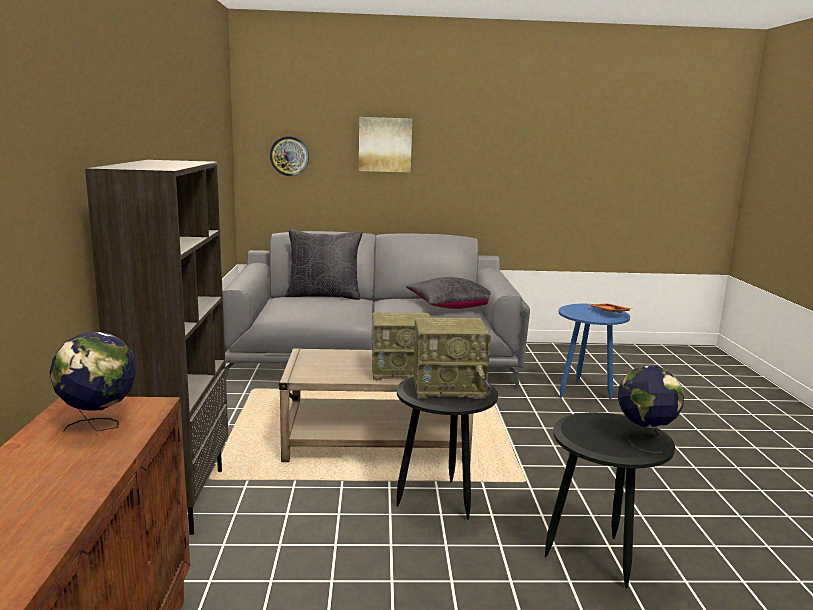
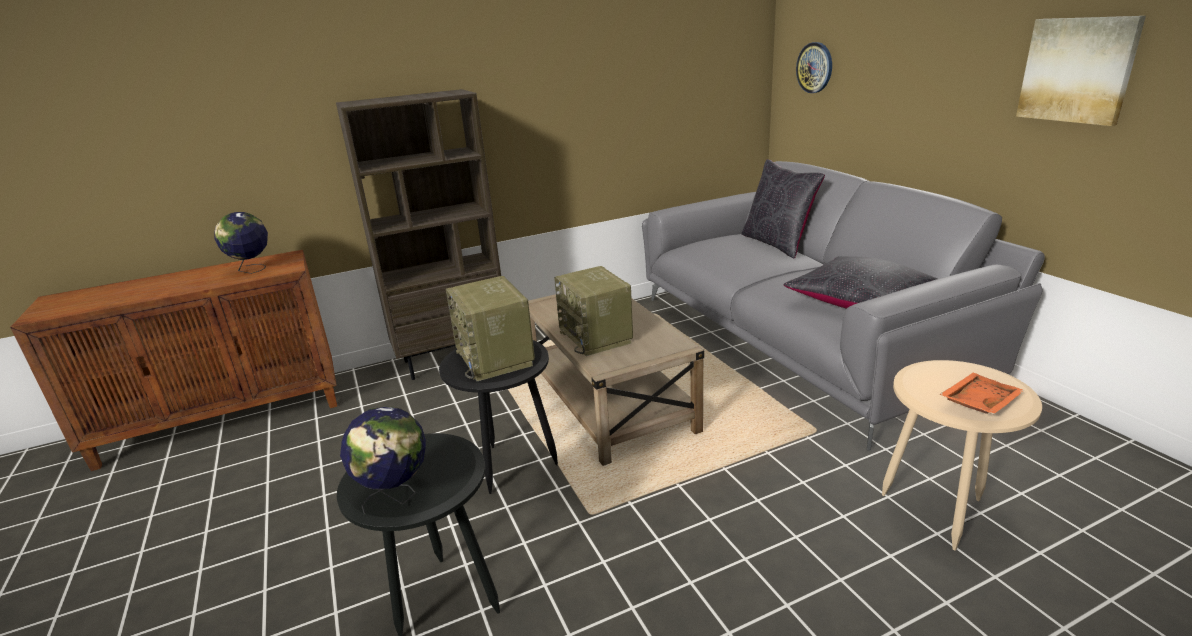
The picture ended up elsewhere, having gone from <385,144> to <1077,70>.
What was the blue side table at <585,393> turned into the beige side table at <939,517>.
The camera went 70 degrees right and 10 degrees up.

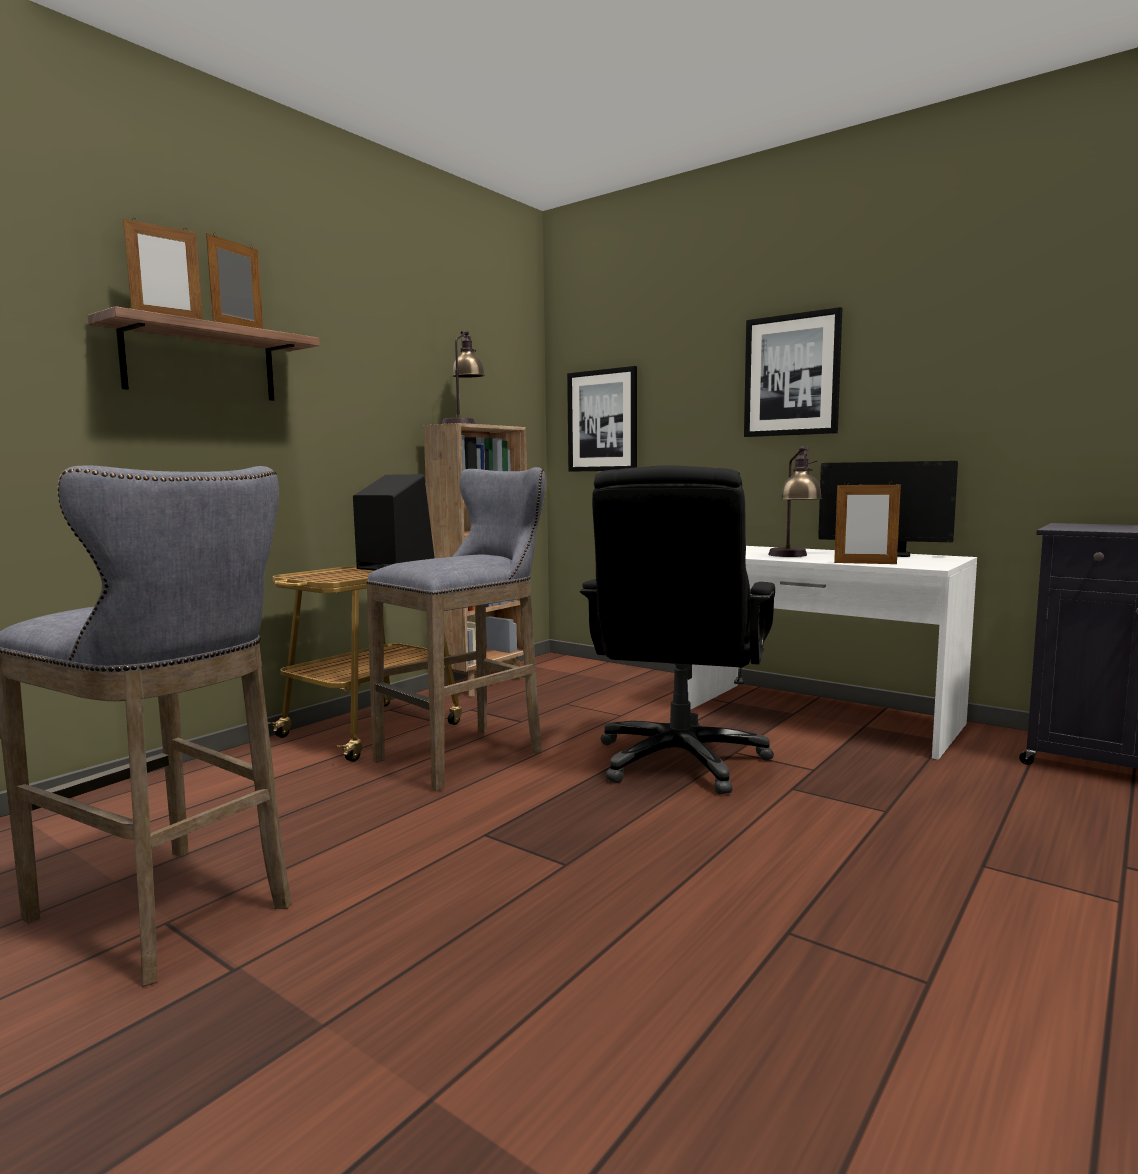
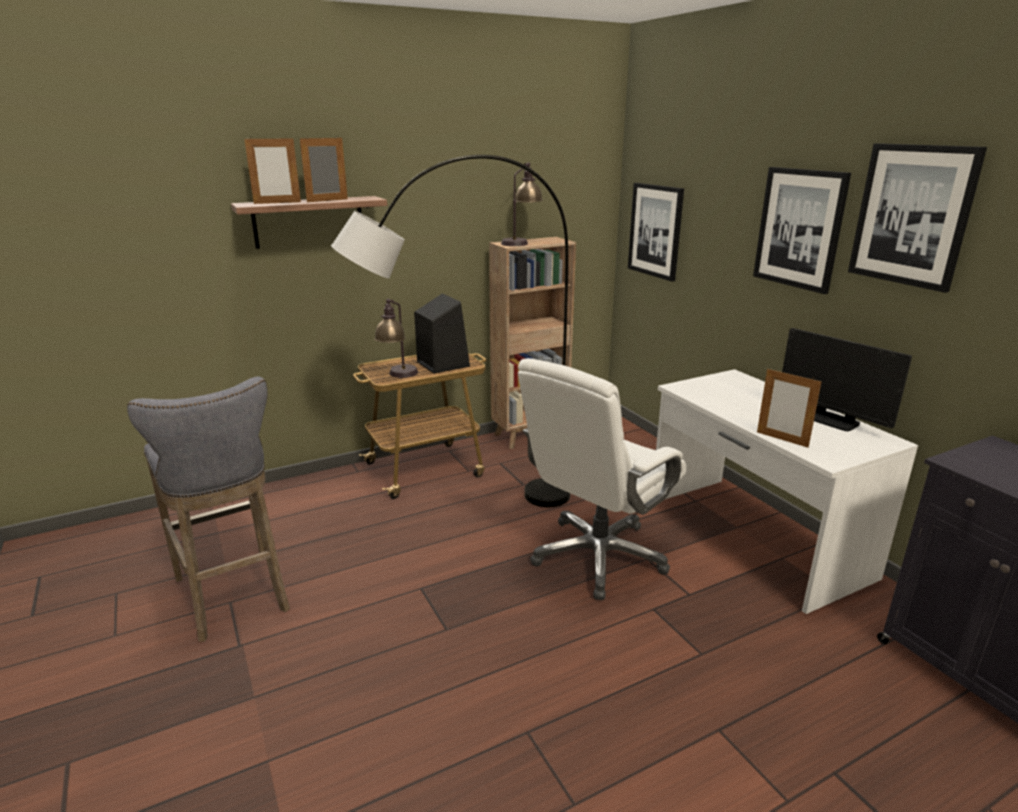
Where the grey stool stood at <467,755>, the grey floor lamp came to stand at <463,511>.
What was the black office chair at <680,761> turned into the white office chair at <598,556>.
The table lamp ended up elsewhere, having gone from <793,556> to <398,376>.
The second view gained the picture at <912,215>.
The camera went 25 degrees right and 15 degrees up.

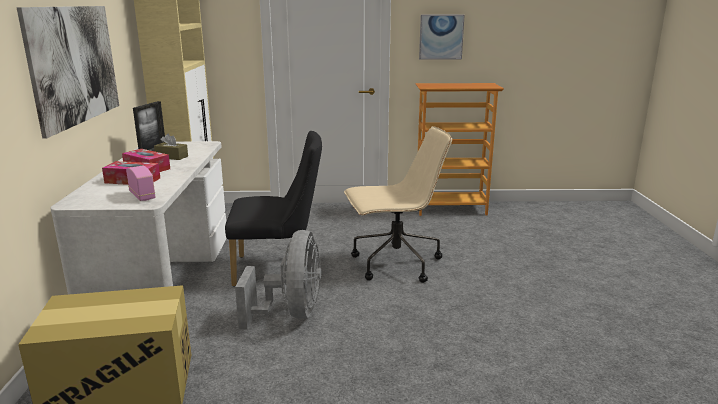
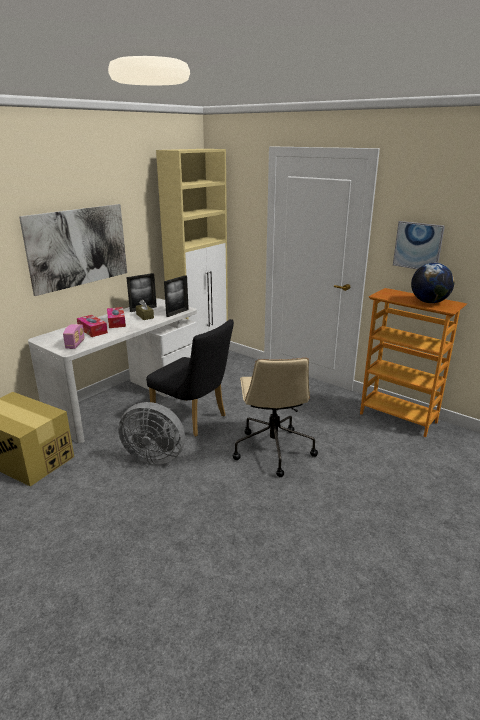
The grey fan at <291,313> ended up facing another way, 60 degrees clockwise from before.
The beige office chair at <394,264> ended up facing another way, 60 degrees clockwise from before.
The second view gained the picture frame at <177,313>.
The second view gained the globe at <429,302>.
The camera went 40 degrees right and 5 degrees up.

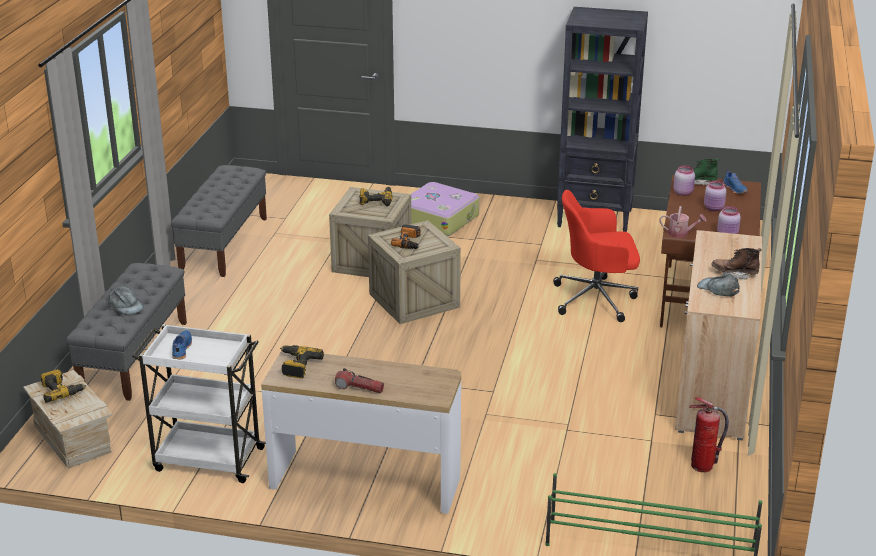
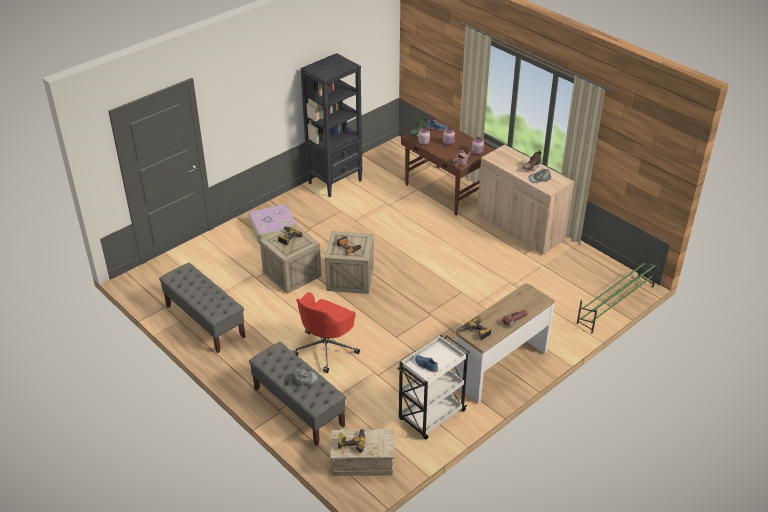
The red office chair ended up elsewhere, having gone from <596,299> to <326,348>.
The second view lost the fire extinguisher at <702,466>.
The camera went 55 degrees left and 10 degrees up.

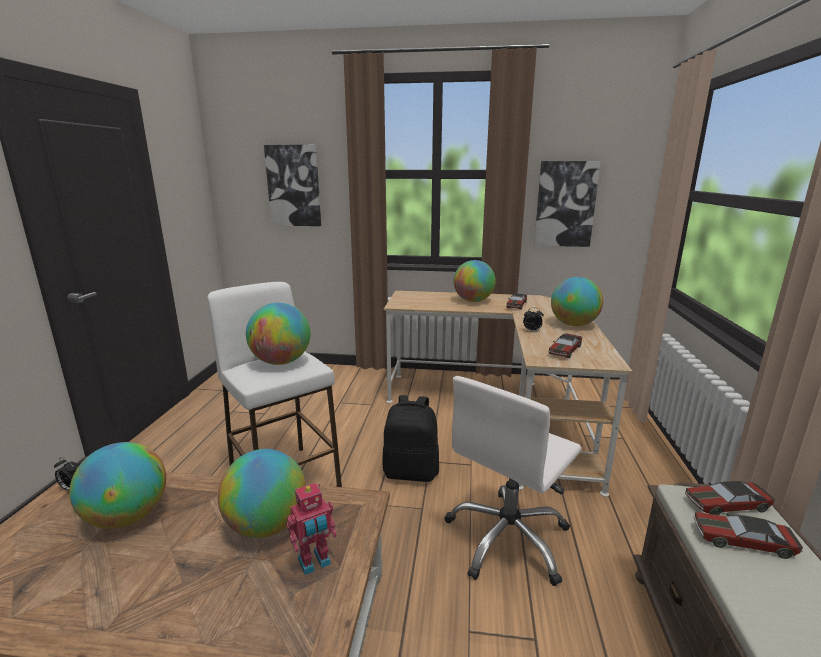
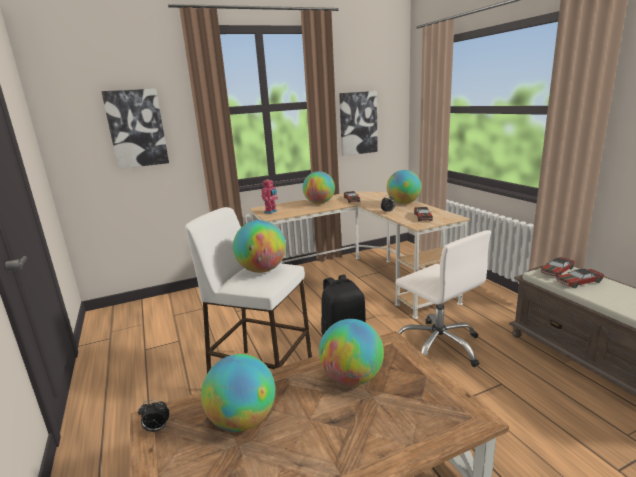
The toy robot ended up elsewhere, having gone from <315,562> to <271,212>.
The white office chair at <508,538> ended up facing another way, 45 degrees counterclockwise from before.
The camera went 30 degrees left and 0 degrees up.

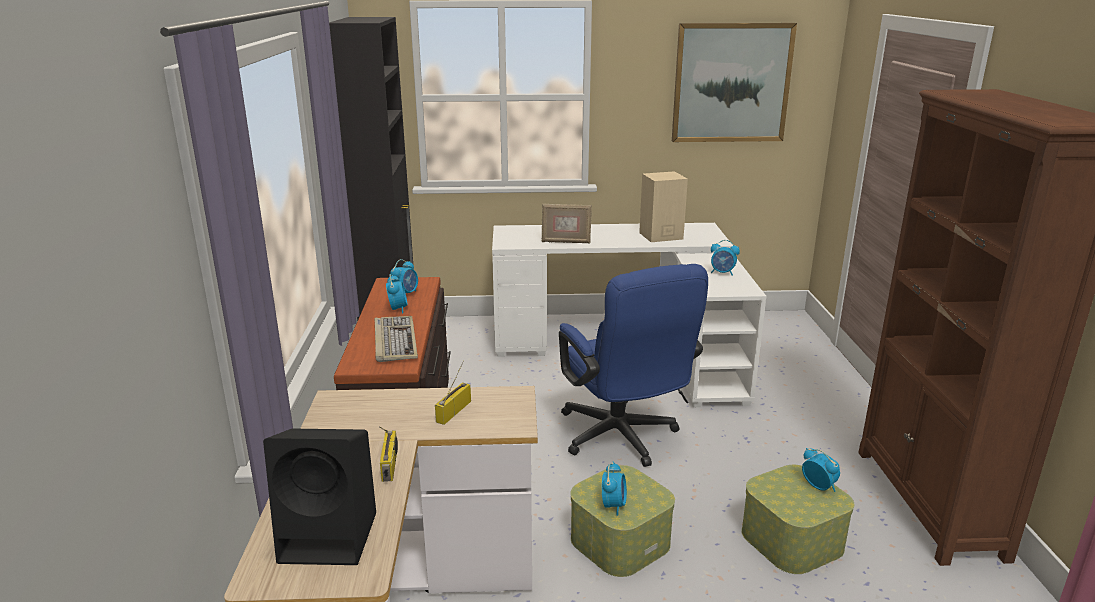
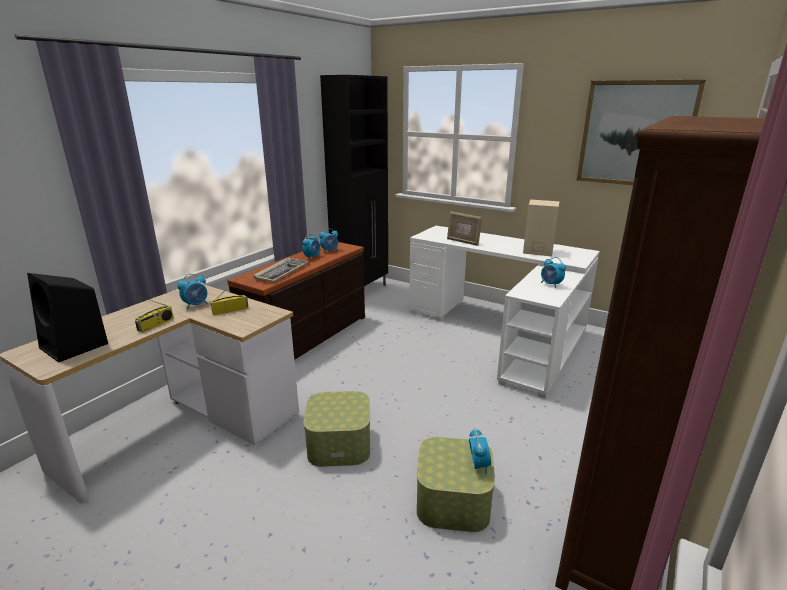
The second view lost the blue office chair at <622,439>.
The alarm clock ended up elsewhere, having gone from <613,505> to <196,305>.
The camera went 35 degrees right and 0 degrees up.

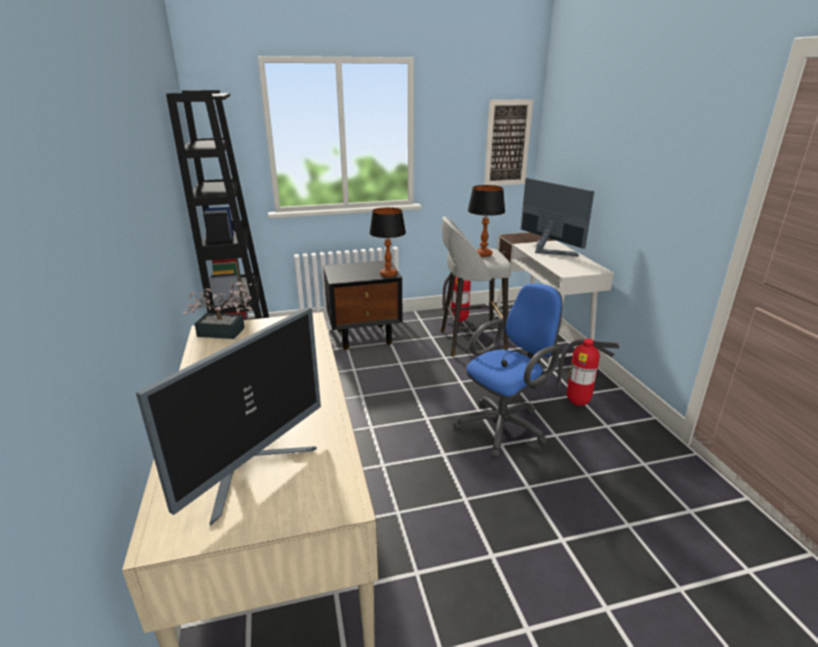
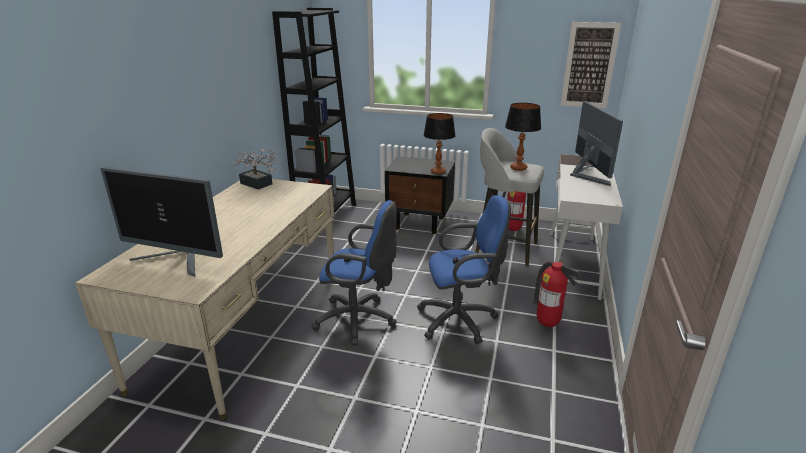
The monitor at <254,470> ended up facing another way, 45 degrees clockwise from before.
The second view gained the blue office chair at <359,320>.
The camera went 30 degrees right and 0 degrees up.

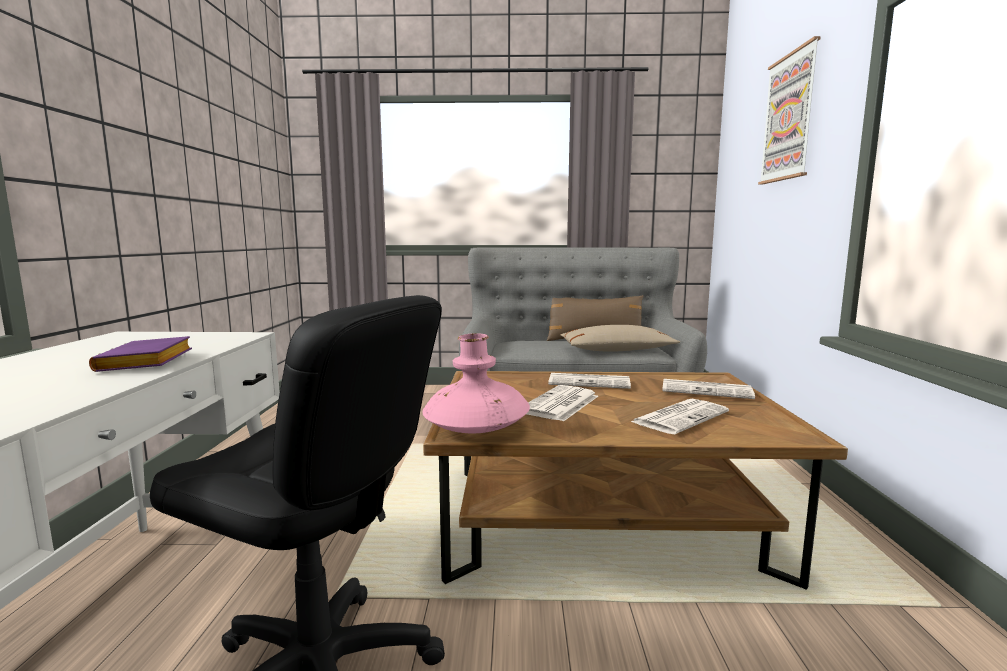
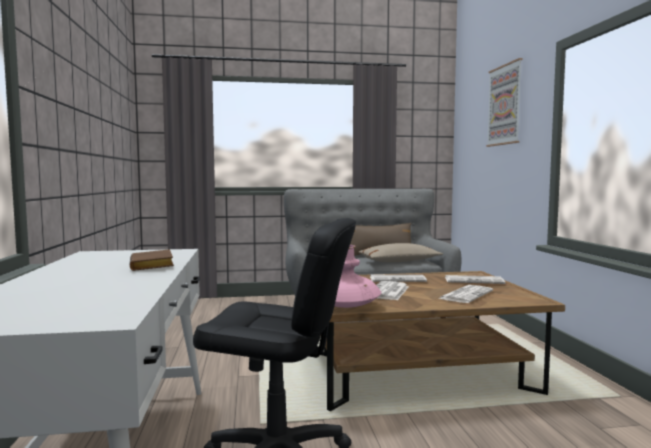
What was the purple book at <147,363> turned into the brown book at <153,266>.
The camera went 10 degrees left and 5 degrees down.

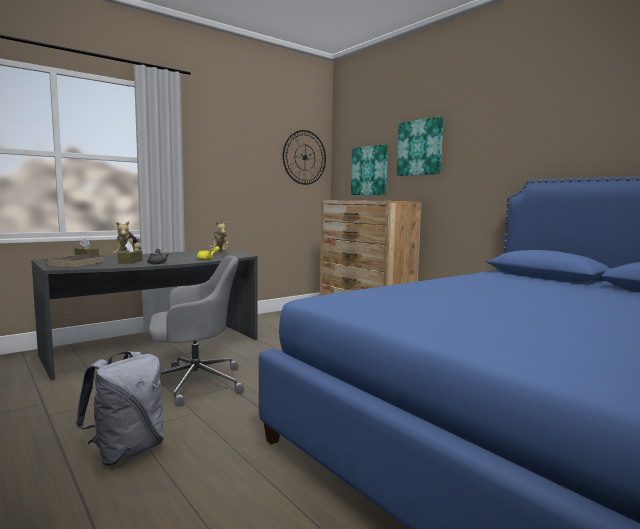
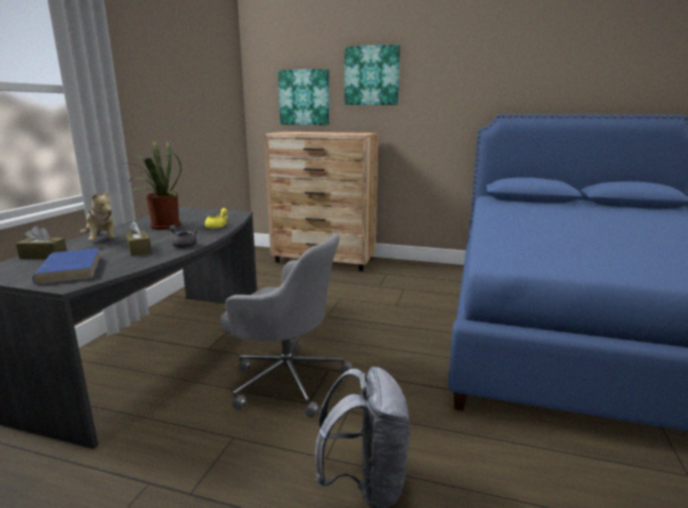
What was the brown book at <76,264> turned into the blue book at <70,270>.
The grey office chair at <194,383> ended up facing another way, 75 degrees clockwise from before.
The second view lost the plush toy at <220,254>.
The second view lost the wall clock at <304,157>.
The second view gained the potted plant at <162,226>.
The camera went 35 degrees left and 10 degrees up.

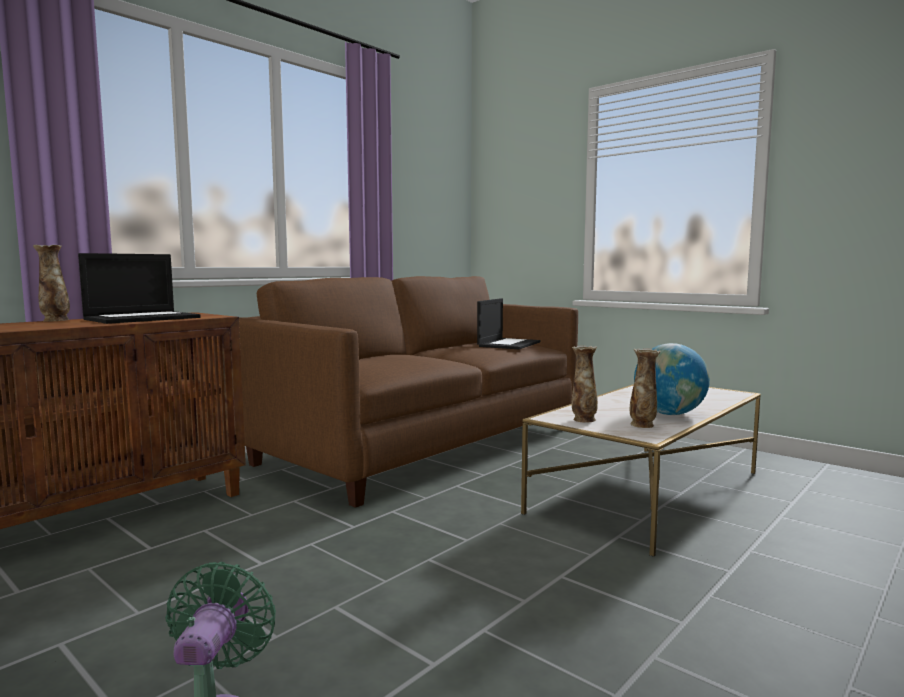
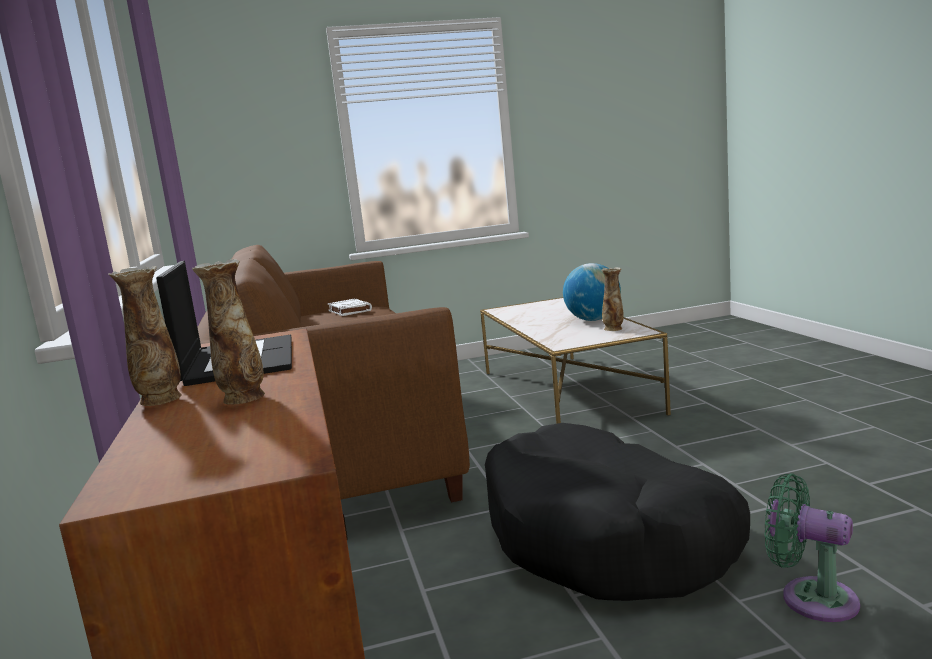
Where the laptop stood at <508,344>, the white book came to stand at <349,311>.
The vase ended up elsewhere, having gone from <583,420> to <242,398>.
The second view gained the black dog bed at <607,538>.
The camera went 55 degrees left and 5 degrees up.

